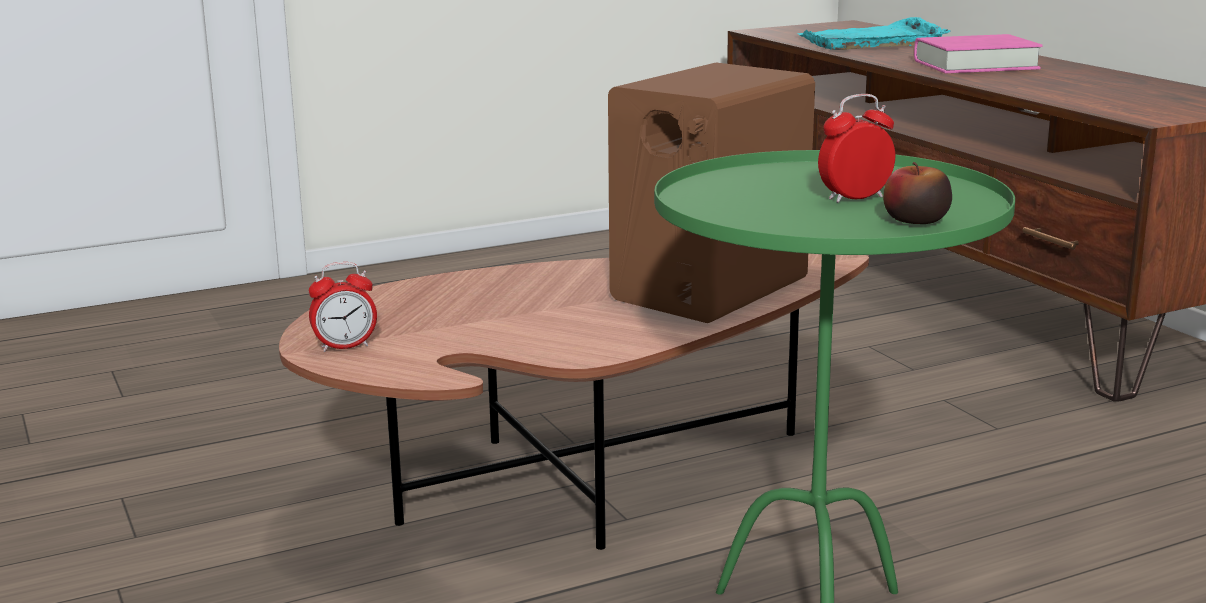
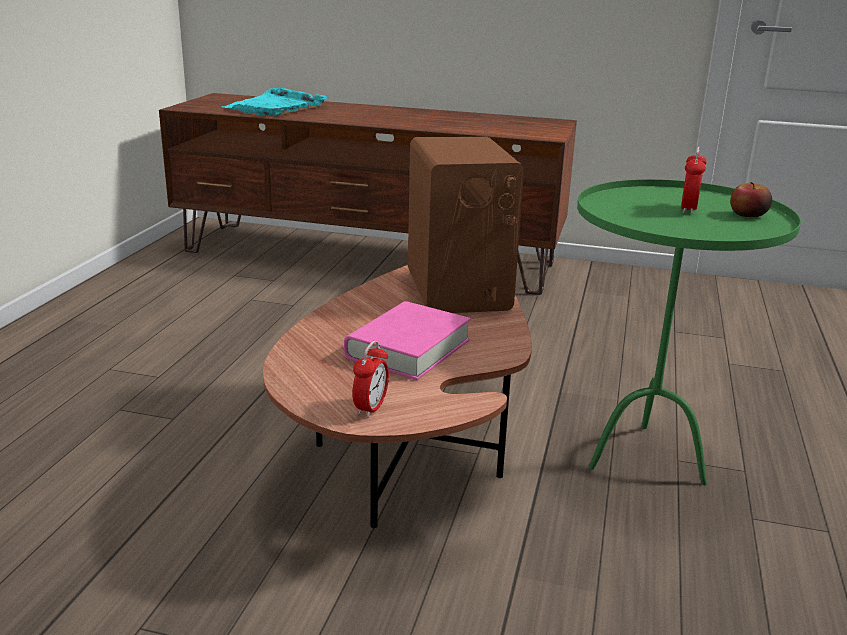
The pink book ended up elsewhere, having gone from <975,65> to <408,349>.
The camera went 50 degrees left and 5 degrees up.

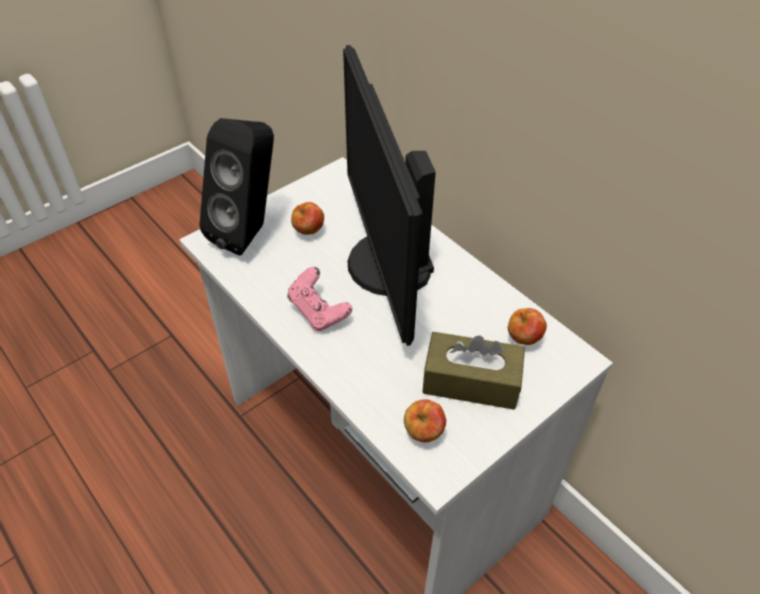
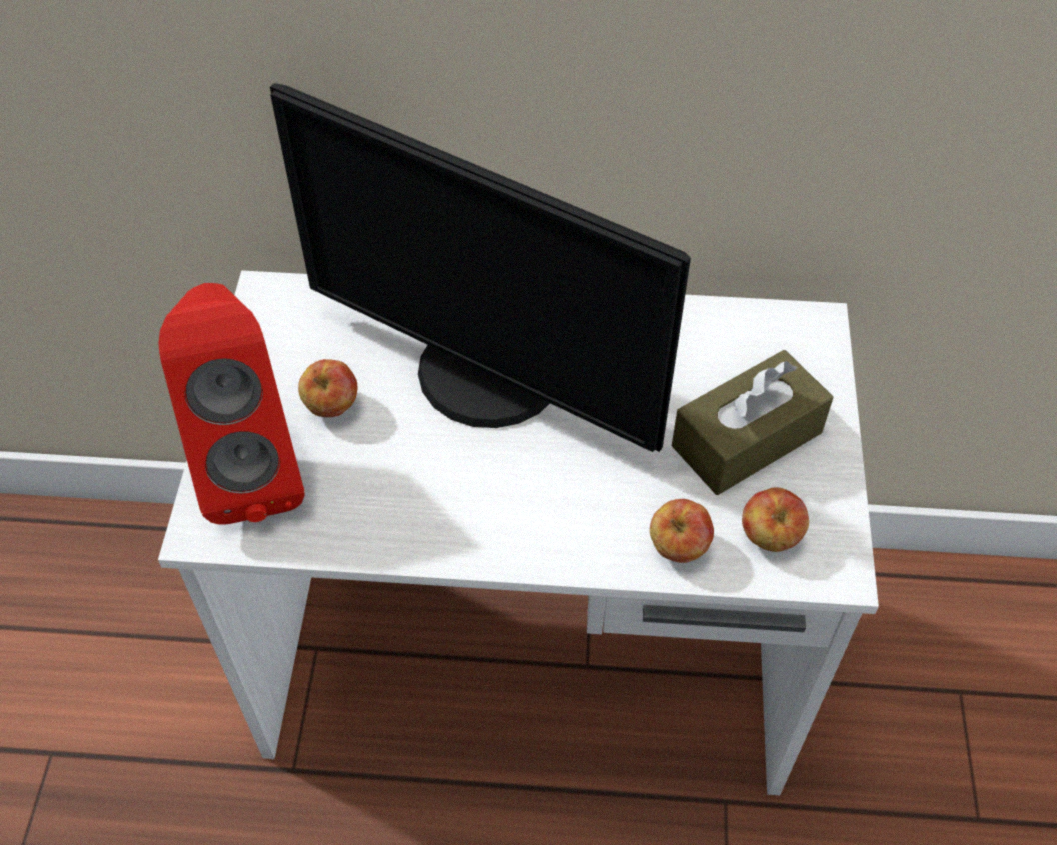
What was the black speaker at <250,232> turned into the red speaker at <252,469>.
The second view lost the pink game controller at <319,312>.
The apple ended up elsewhere, having gone from <524,339> to <679,547>.
The camera went 45 degrees left and 5 degrees up.

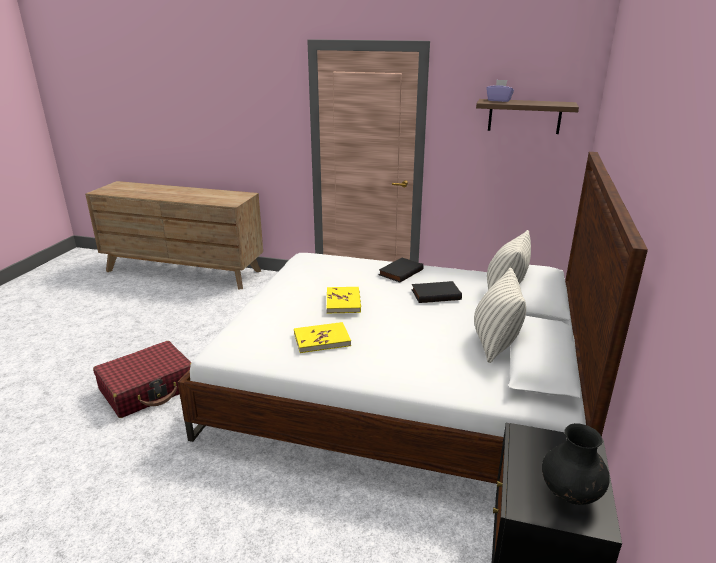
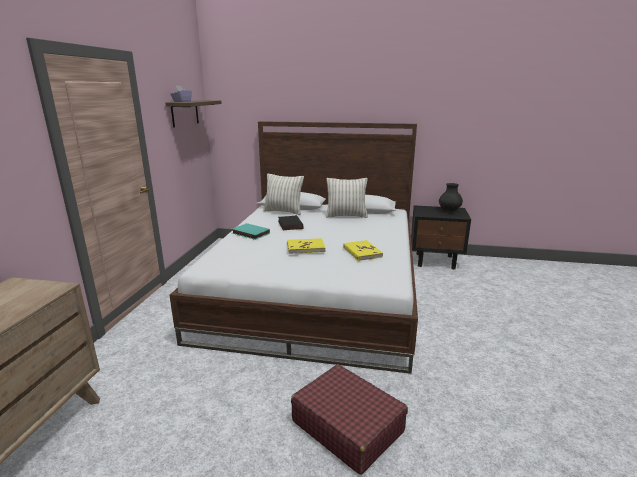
What was the black book at <400,272> turned into the turquoise book at <250,233>.
The camera went 95 degrees left and 5 degrees down.

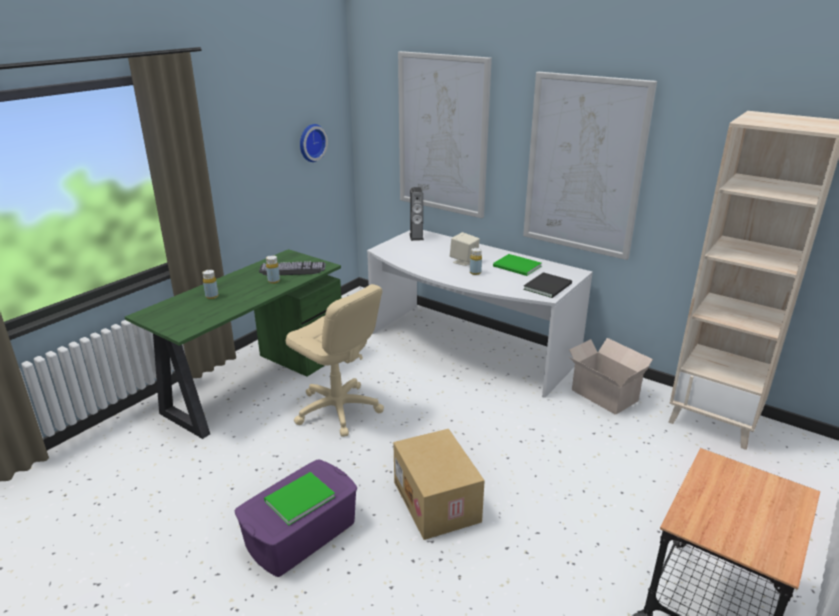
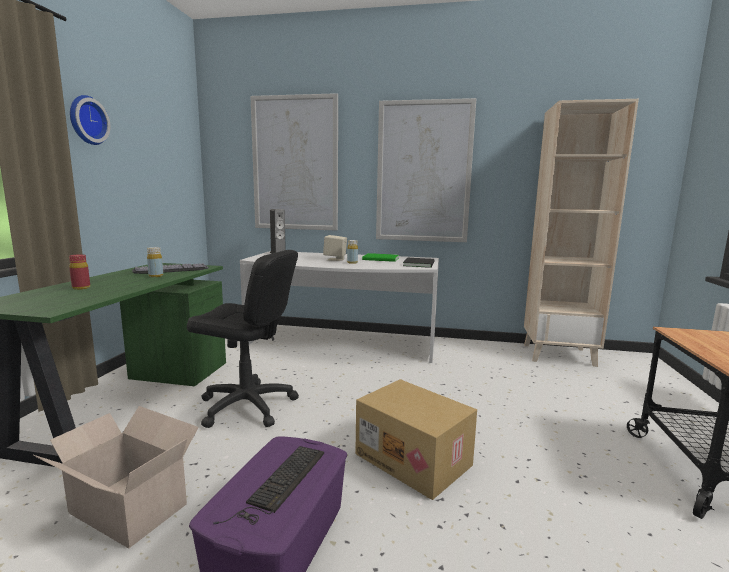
What was the yellow bottle at <212,296> turned into the red bottle at <81,288>.
Where the green book stood at <297,499>, the keyboard came to stand at <279,484>.
What was the beige office chair at <338,410> turned into the black office chair at <247,406>.
The wall clock ended up elsewhere, having gone from <311,142> to <86,120>.
The cardboard box ended up elsewhere, having gone from <603,394> to <127,507>.
The camera went 25 degrees left and 15 degrees down.

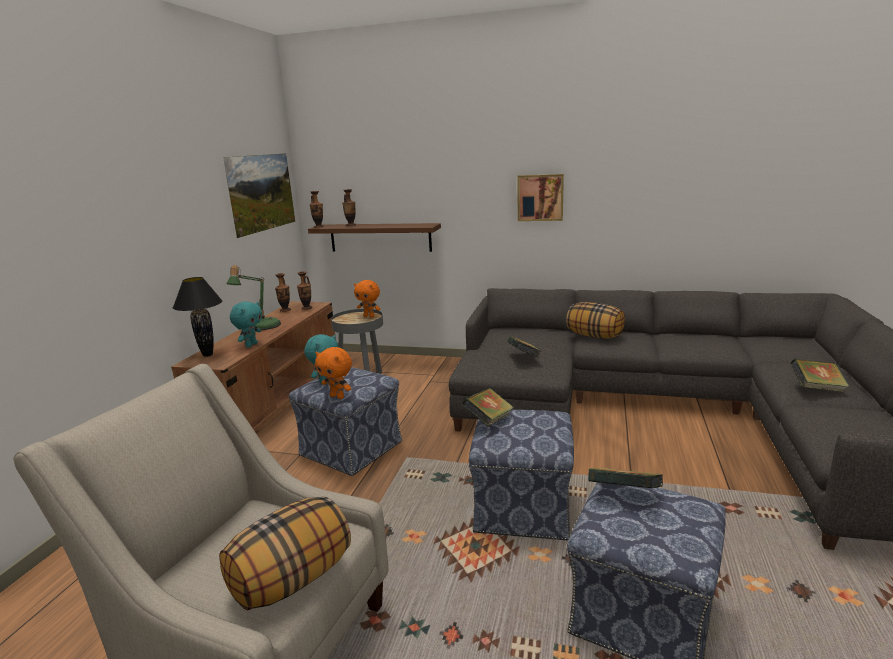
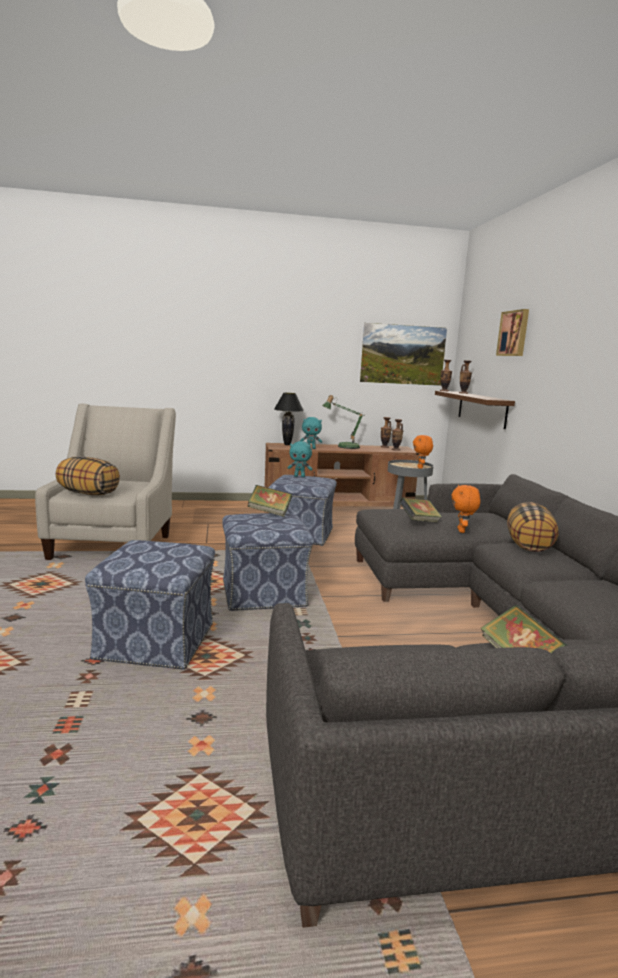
The orange plush toy ended up elsewhere, having gone from <338,396> to <462,531>.
The picture ended up elsewhere, having gone from <540,197> to <514,333>.
The second view lost the book at <624,495>.
The camera went 65 degrees right and 5 degrees down.

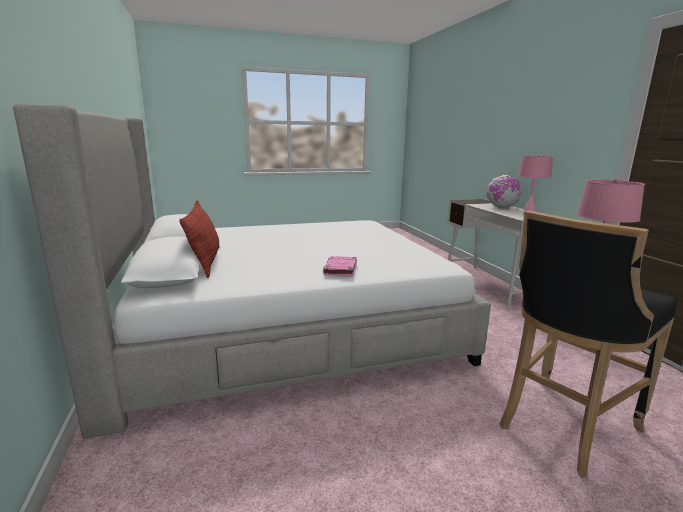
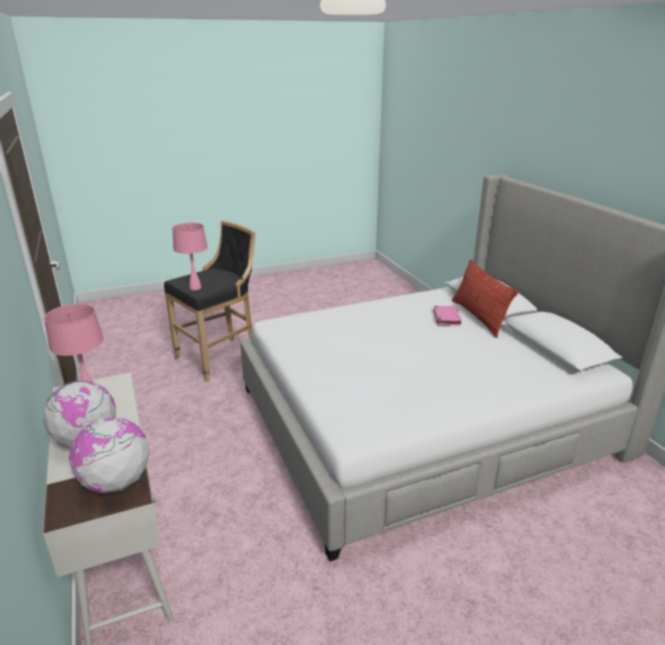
The pink book ended up elsewhere, having gone from <340,269> to <446,318>.
The second view gained the globe at <116,482>.
The camera went 175 degrees right and 10 degrees up.

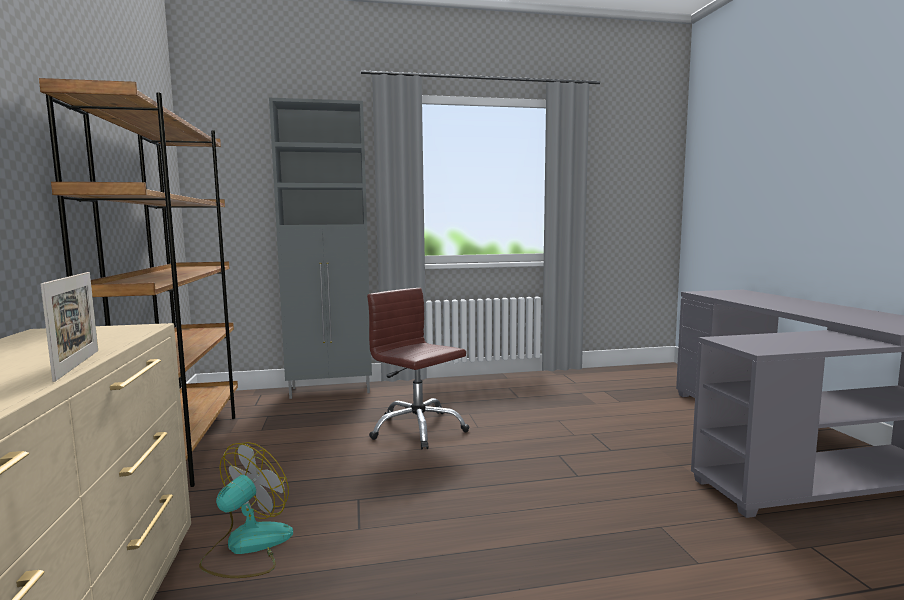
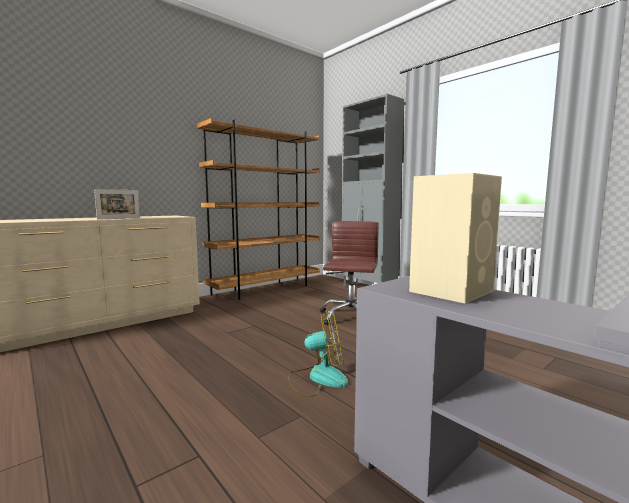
The fan ended up elsewhere, having gone from <247,547> to <318,378>.
The second view gained the beige speaker at <452,291>.
The camera went 60 degrees right and 0 degrees up.

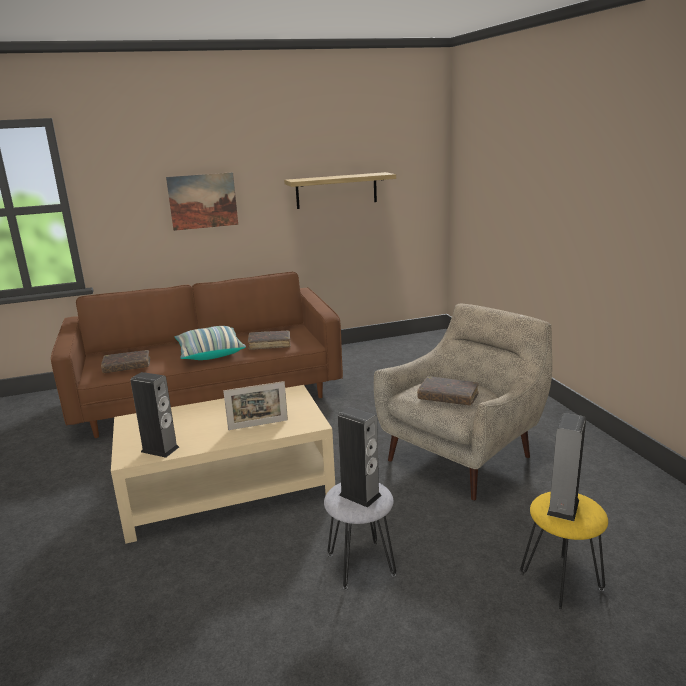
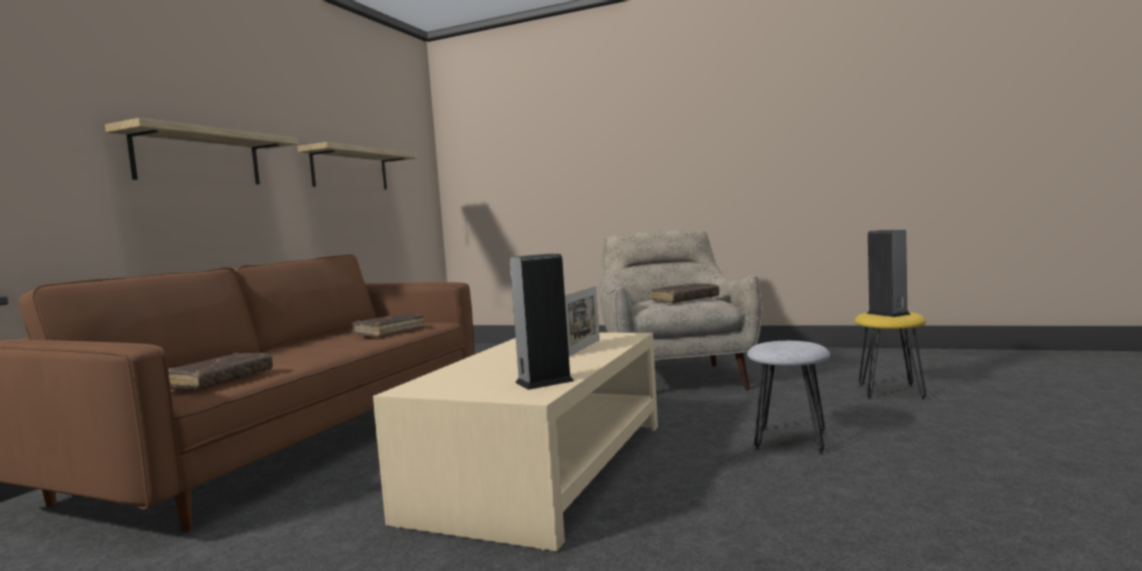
Where the picture hung at <203,201>, the shelf came to hang at <198,158>.
The second view lost the pillow at <210,353>.
The second view lost the speaker at <360,495>.
The camera went 50 degrees left and 15 degrees down.

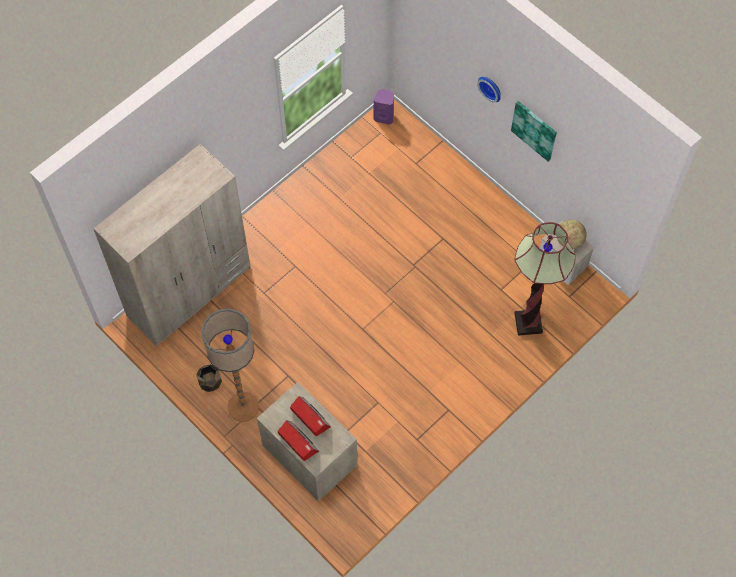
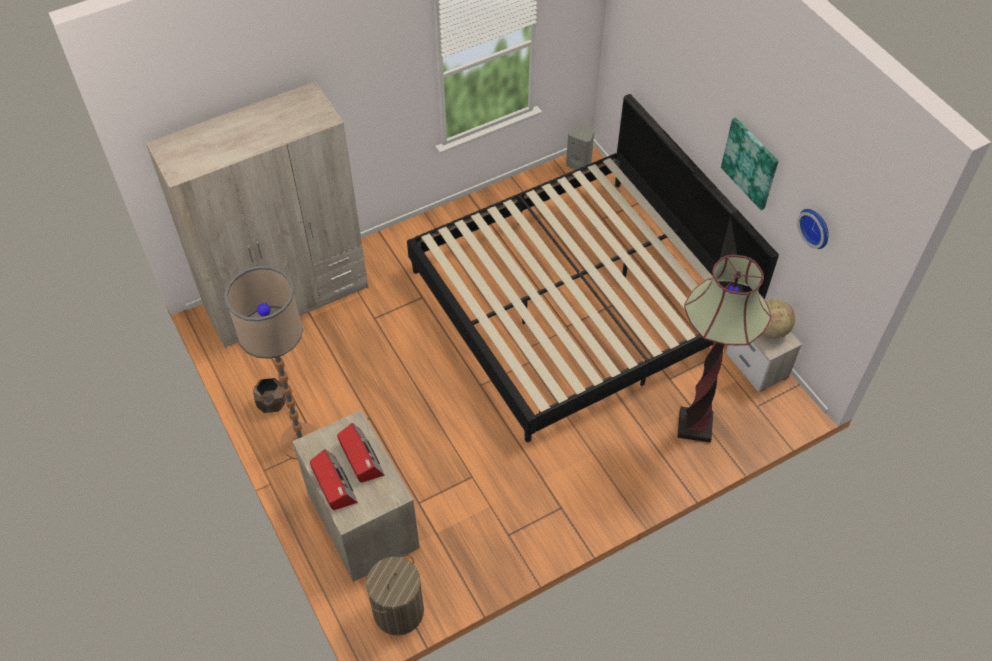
What was the purple speaker at <384,116> turned into the grey speaker at <579,164>.
The wall clock ended up elsewhere, having gone from <491,87> to <816,227>.
The second view gained the laundry basket at <398,611>.
The second view gained the bed at <577,301>.
The camera went 15 degrees right and 10 degrees down.

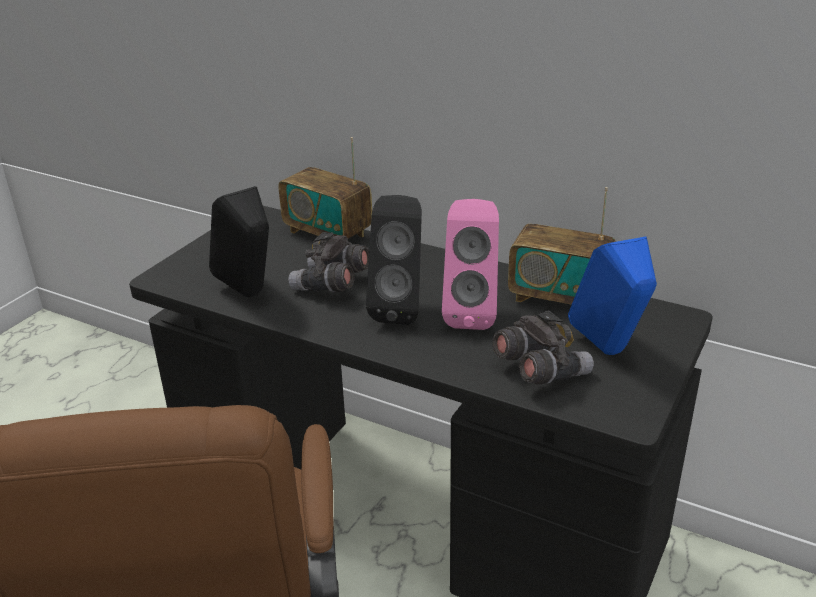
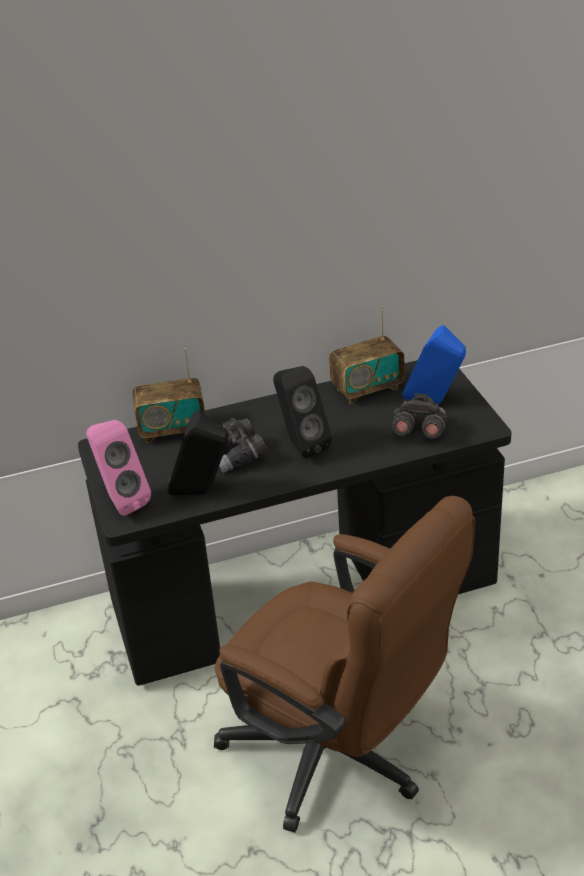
The pink speaker ended up elsewhere, having gone from <471,314> to <121,501>.
The camera went 45 degrees left and 5 degrees up.

